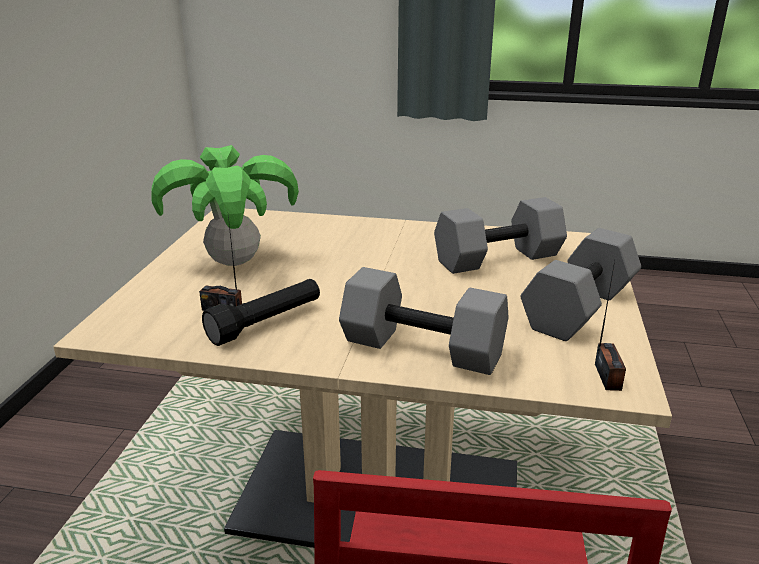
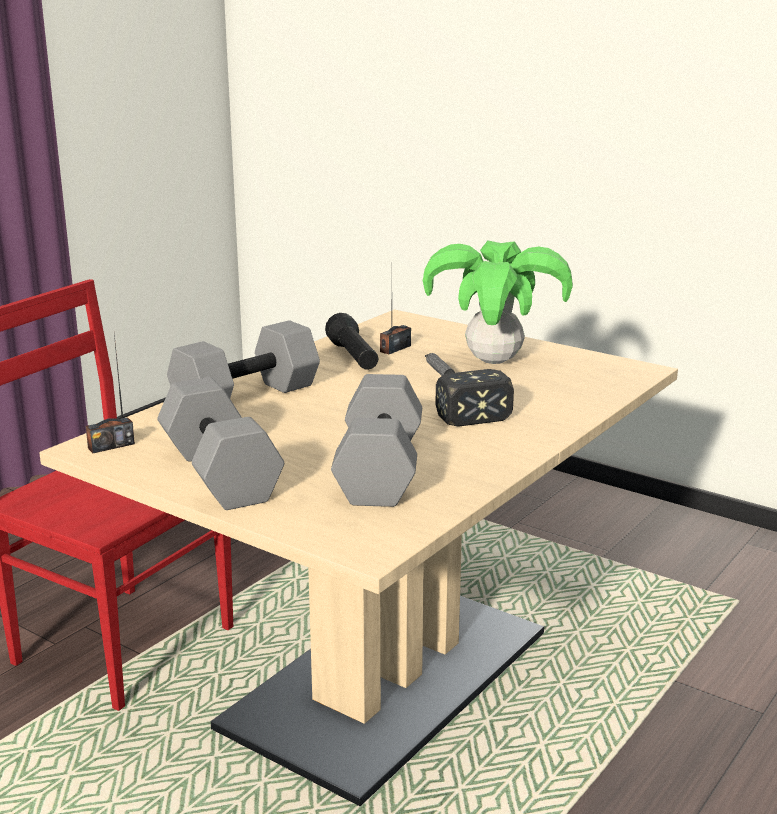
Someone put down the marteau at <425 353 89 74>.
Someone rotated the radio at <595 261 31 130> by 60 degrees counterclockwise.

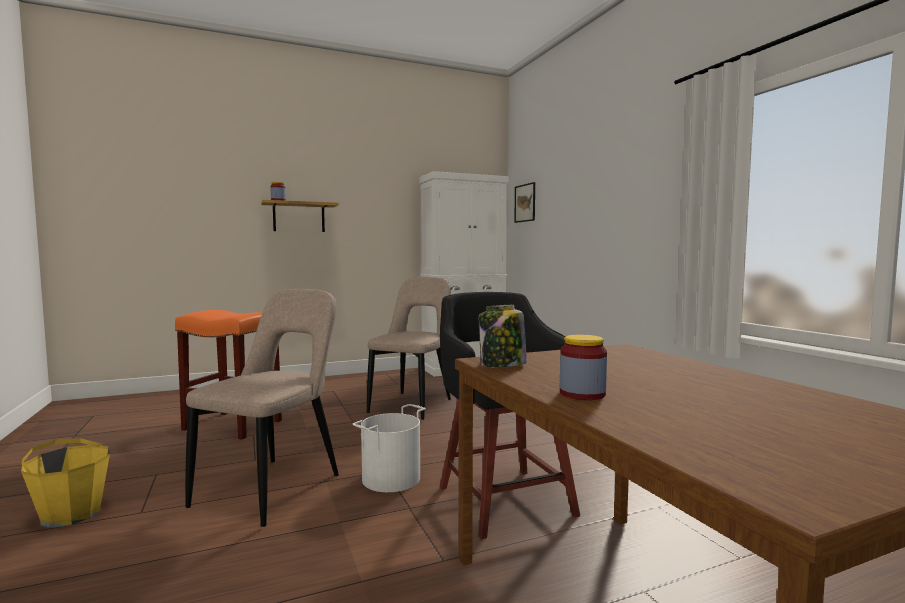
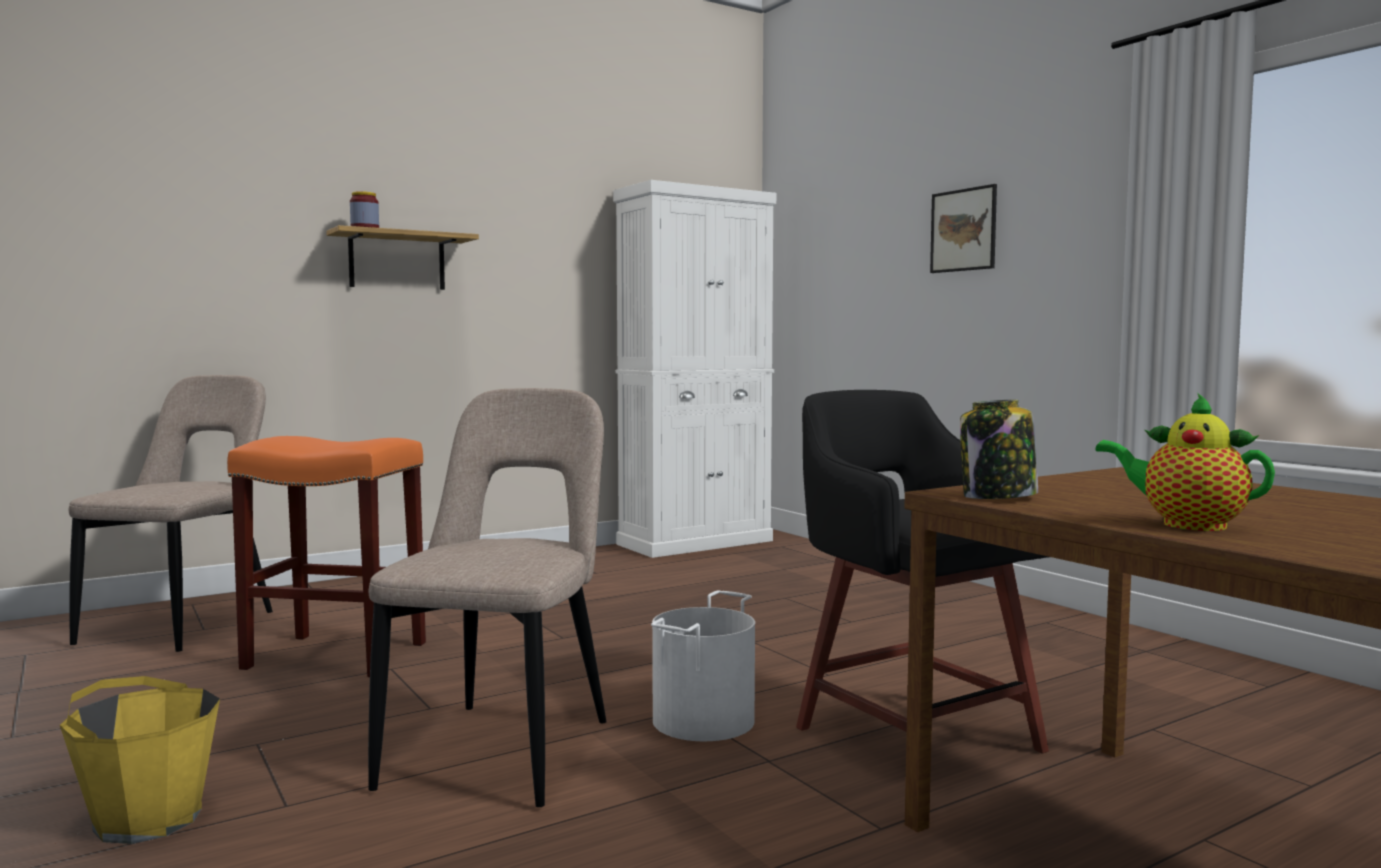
Someone carried the chaise [beige] from <367 277 84 143> to <69 375 204 277>.
Someone carried the tableau from <514 182 21 41> to <930 184 67 89>.
Someone swapped the bocal at <560 335 47 65> for the théière at <1095 394 180 137>.

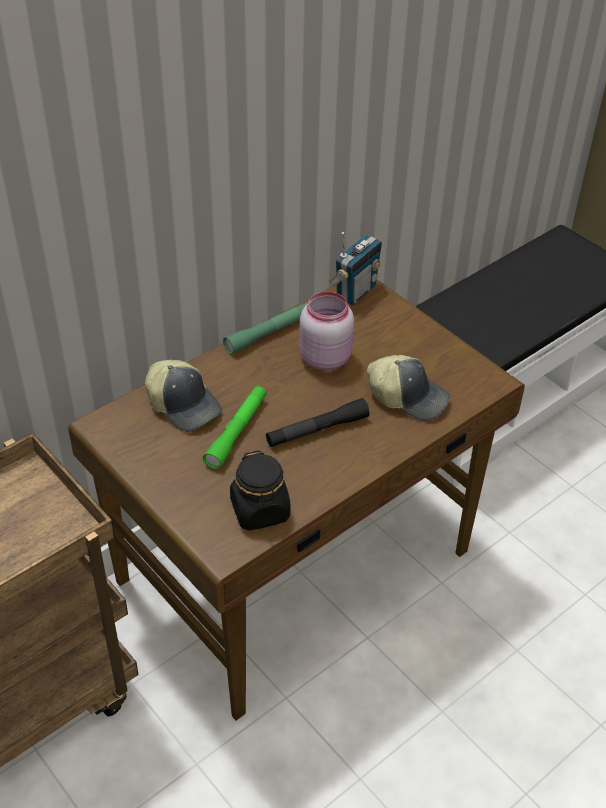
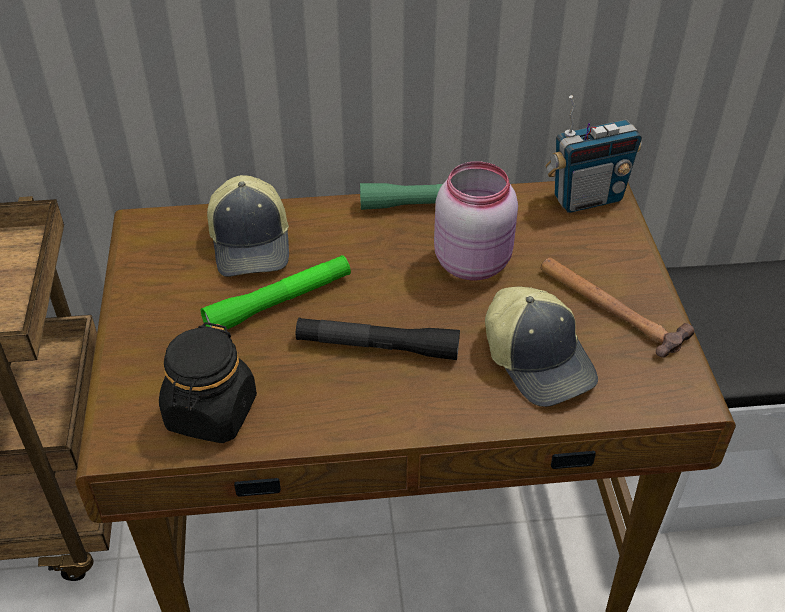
Someone put down the marteau at <541 258 153 99>.

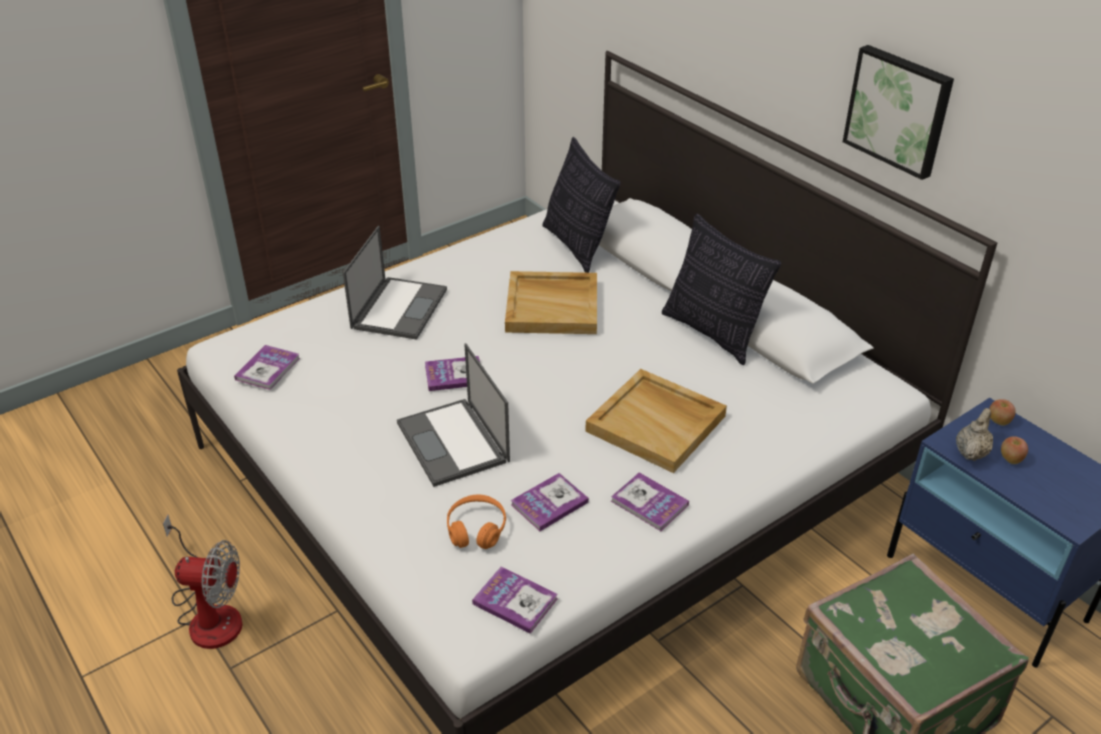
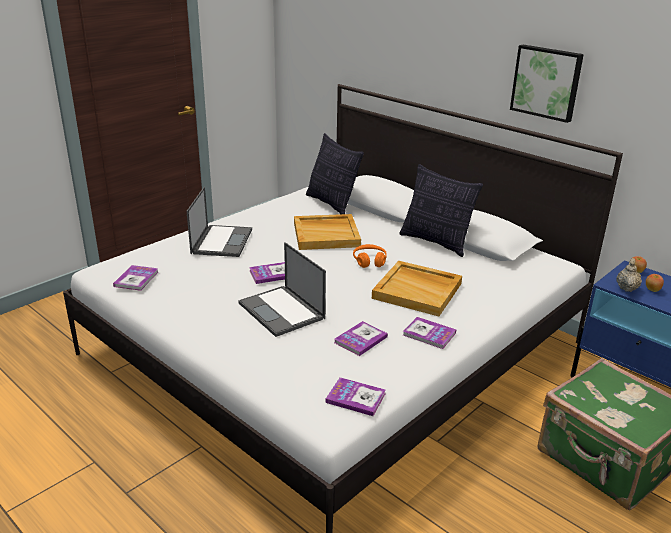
Someone took away the ventilateur at <163 514 79 135>.
Someone carried the casque audio [orange] from <447 494 59 55> to <353 244 34 24>.

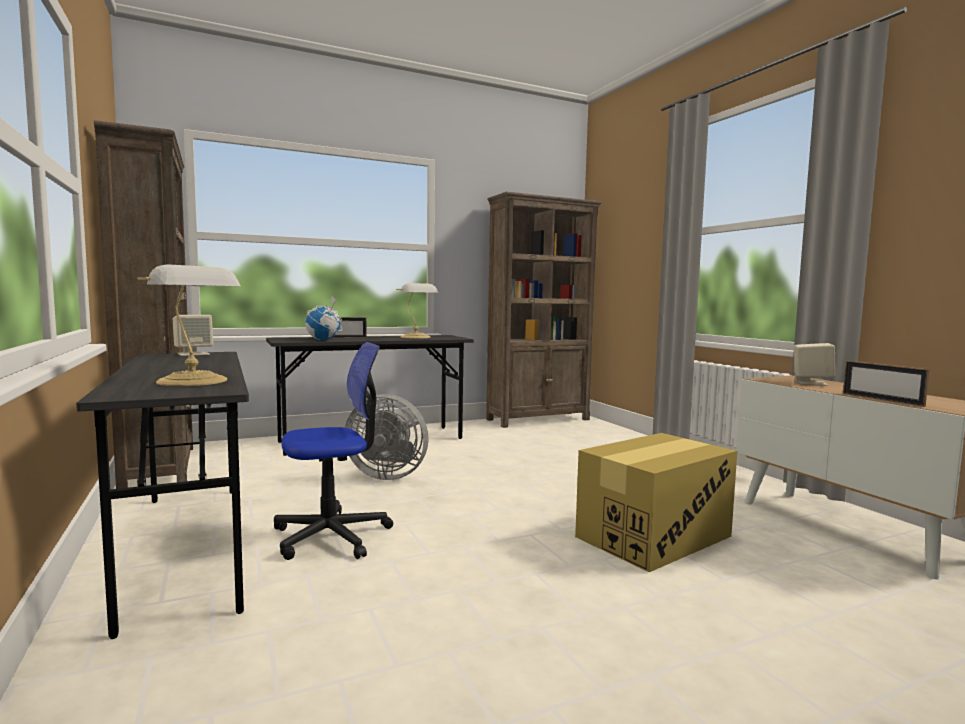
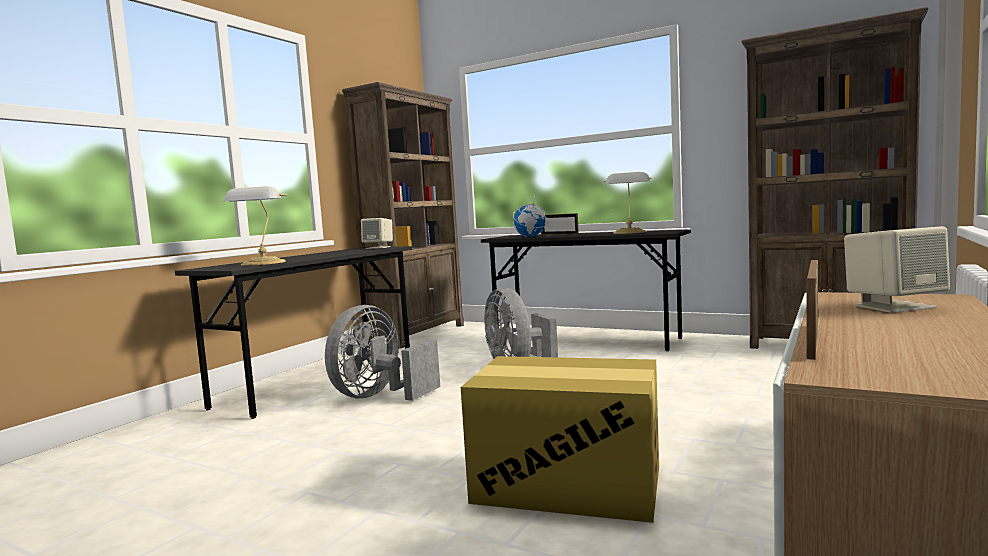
Someone swapped the chaise de bureau at <274 342 119 218> for the ventilateur [gris] at <325 305 115 96>.

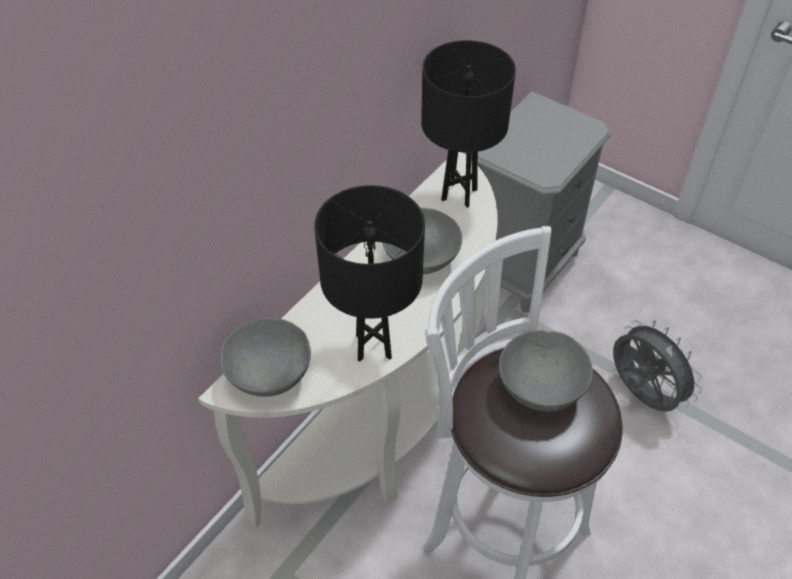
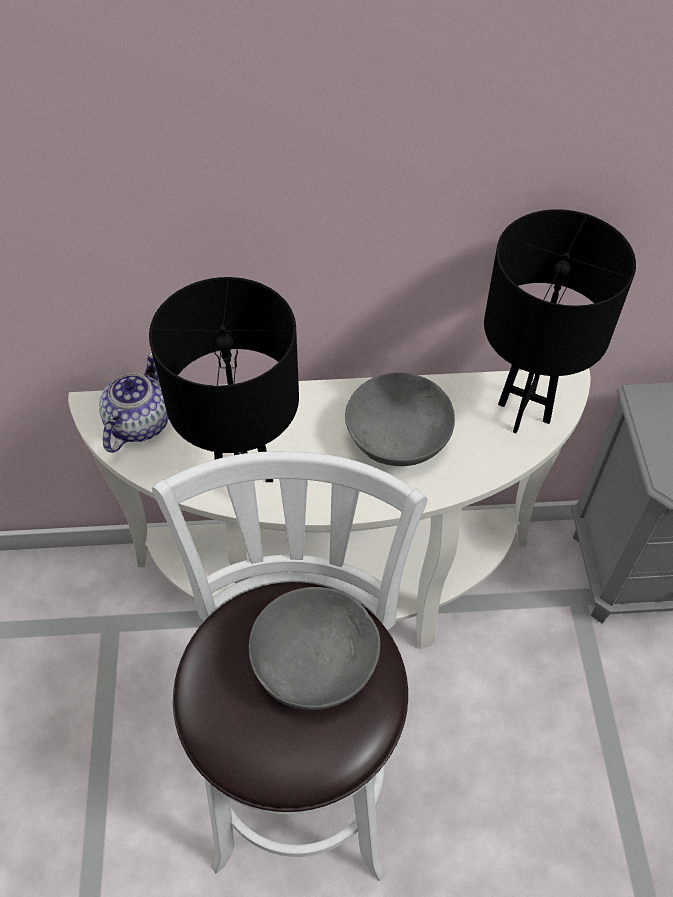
Someone took away the ventilateur [gris] at <613 320 89 92>.
Someone swapped the bol [gris] at <220 318 91 79> for the théière at <99 352 70 101>.

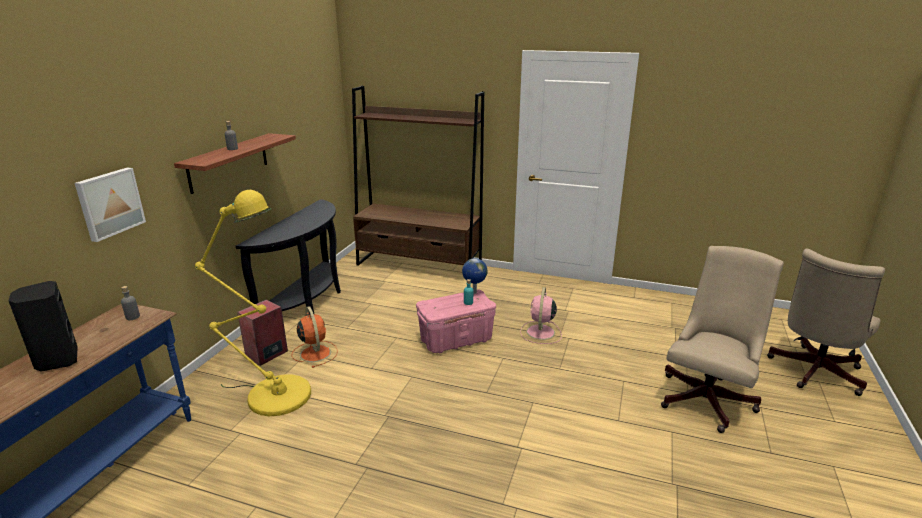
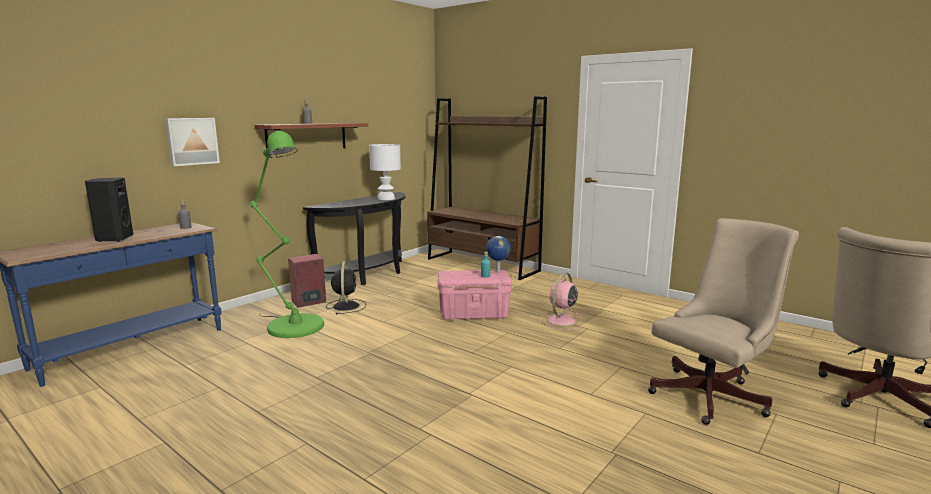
Someone put down the lampe de table [blanc] at <369 144 32 56>.
Someone repainted the lampadaire [jaune] at <195 190 116 226>, which became the lampadaire [vert] at <250 131 74 207>.
Someone repainted the ventilateur [orange] at <291 306 47 62>, which became the ventilateur [noir] at <326 261 40 54>.

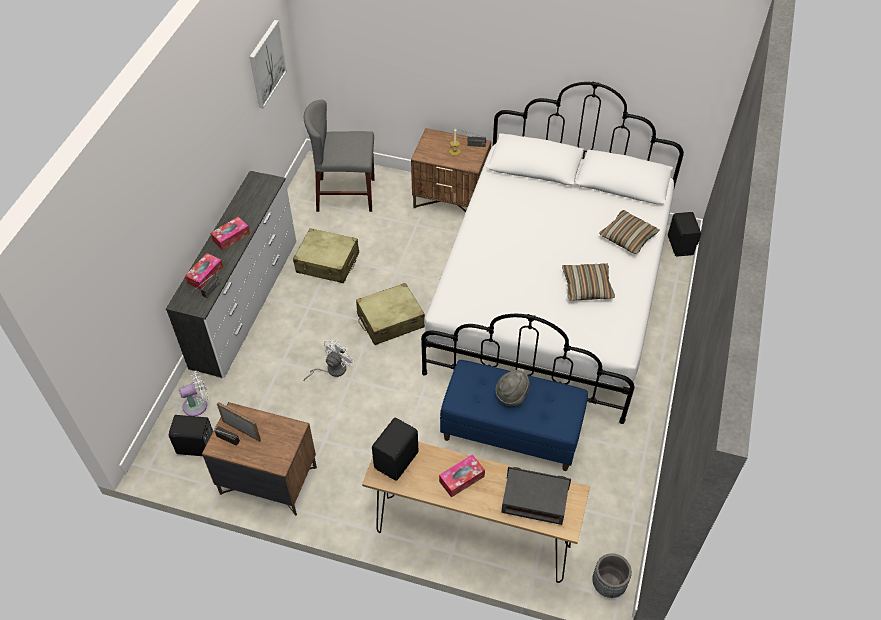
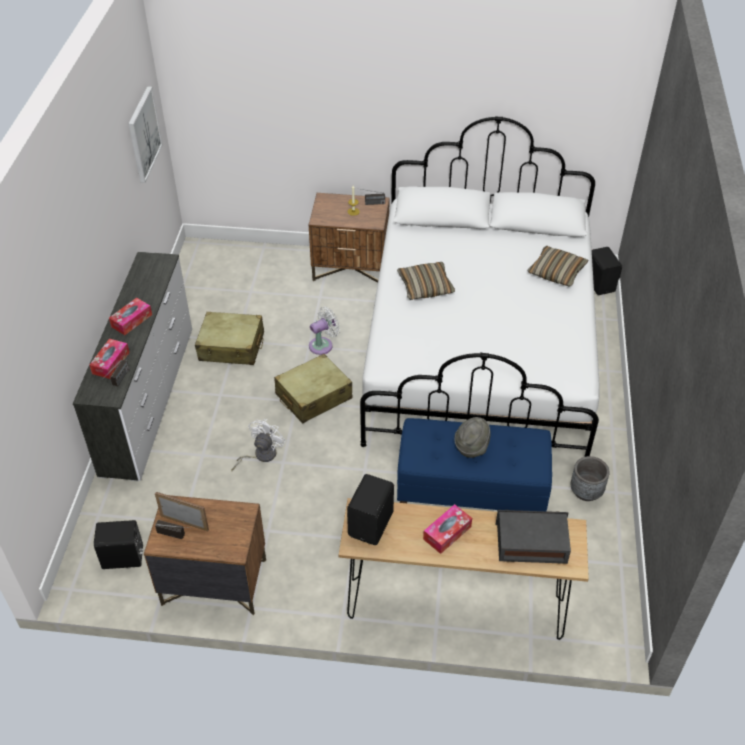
Someone took away the chaise [gris] at <304 100 71 112>.
Someone carried the ventilateur [blanc] from <179 371 30 45> to <309 307 31 48>.
Someone carried the coussin from <562 263 53 38> to <397 262 58 38>.
Someone carried the cache-pot [gris] from <592 553 40 45> to <571 456 39 45>.

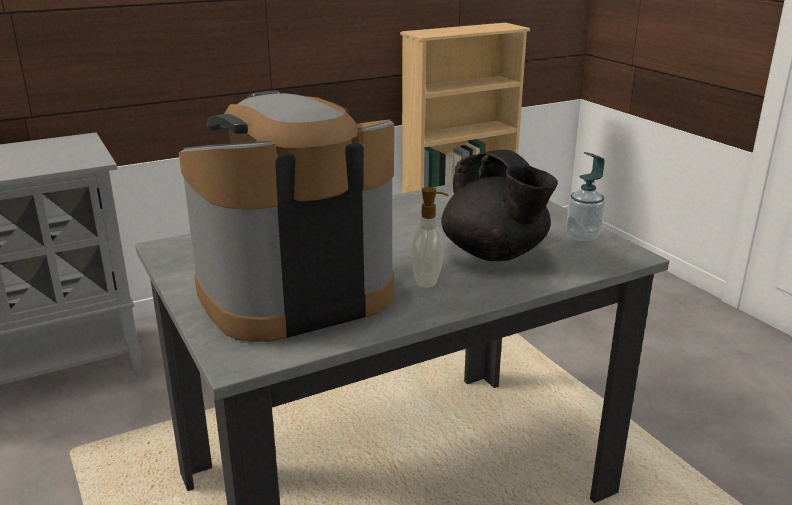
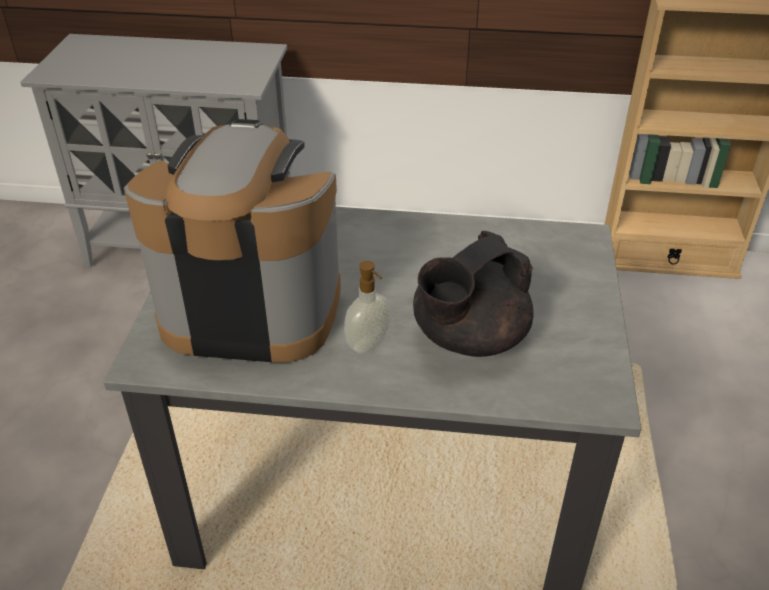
Someone took away the distributeur de savon at <566 152 39 89>.
Someone rotated the théière [noir] at <441 150 117 111> by 45 degrees clockwise.

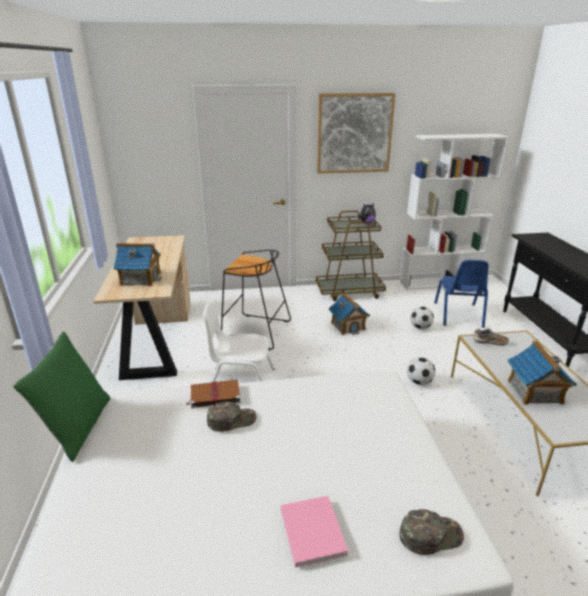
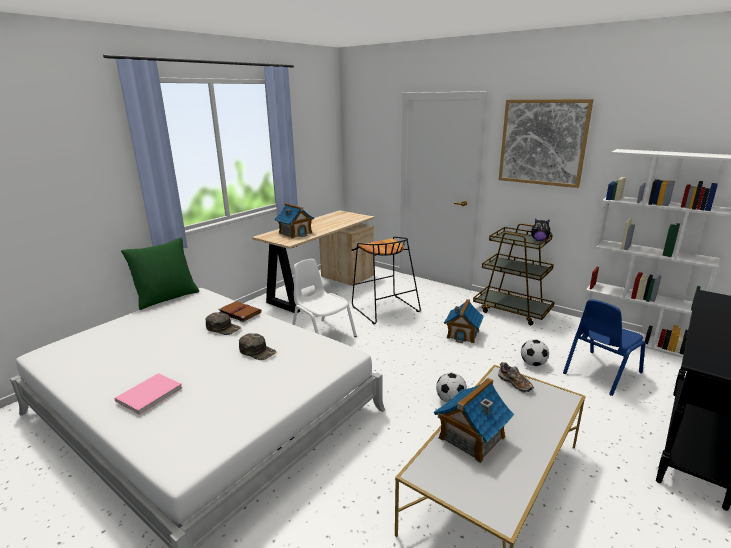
Someone carried the casquette [vert] from <400 509 64 46> to <239 333 37 27>.

